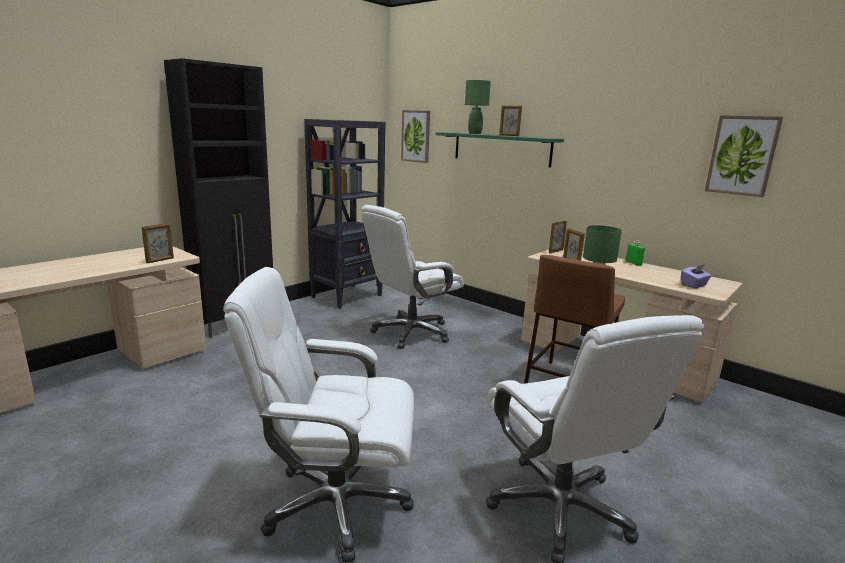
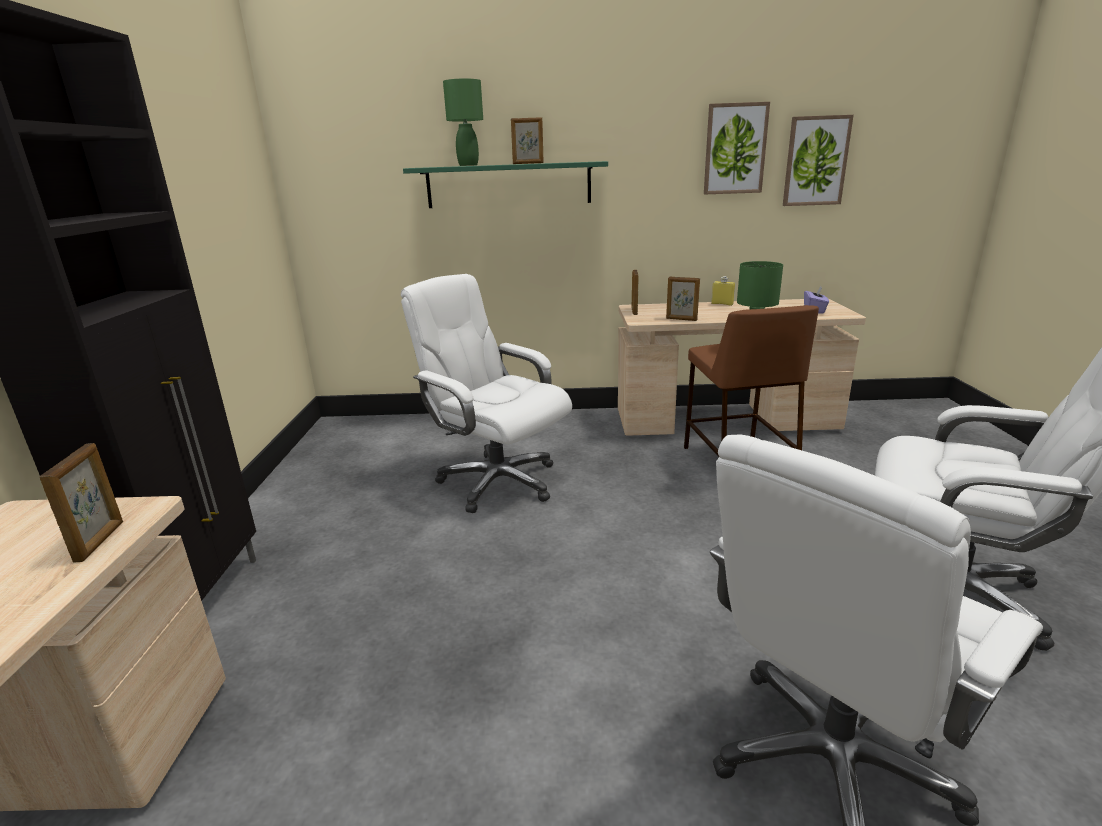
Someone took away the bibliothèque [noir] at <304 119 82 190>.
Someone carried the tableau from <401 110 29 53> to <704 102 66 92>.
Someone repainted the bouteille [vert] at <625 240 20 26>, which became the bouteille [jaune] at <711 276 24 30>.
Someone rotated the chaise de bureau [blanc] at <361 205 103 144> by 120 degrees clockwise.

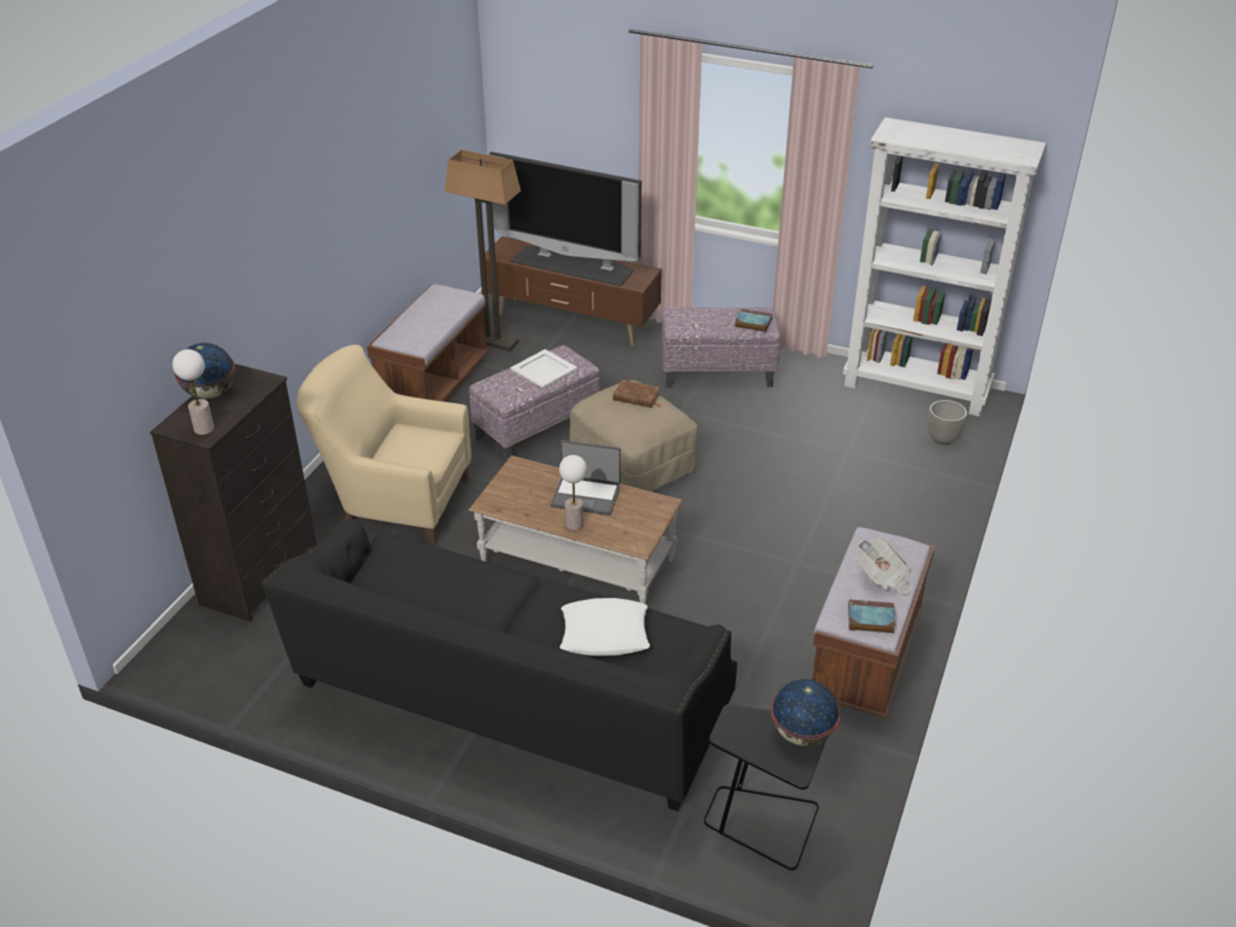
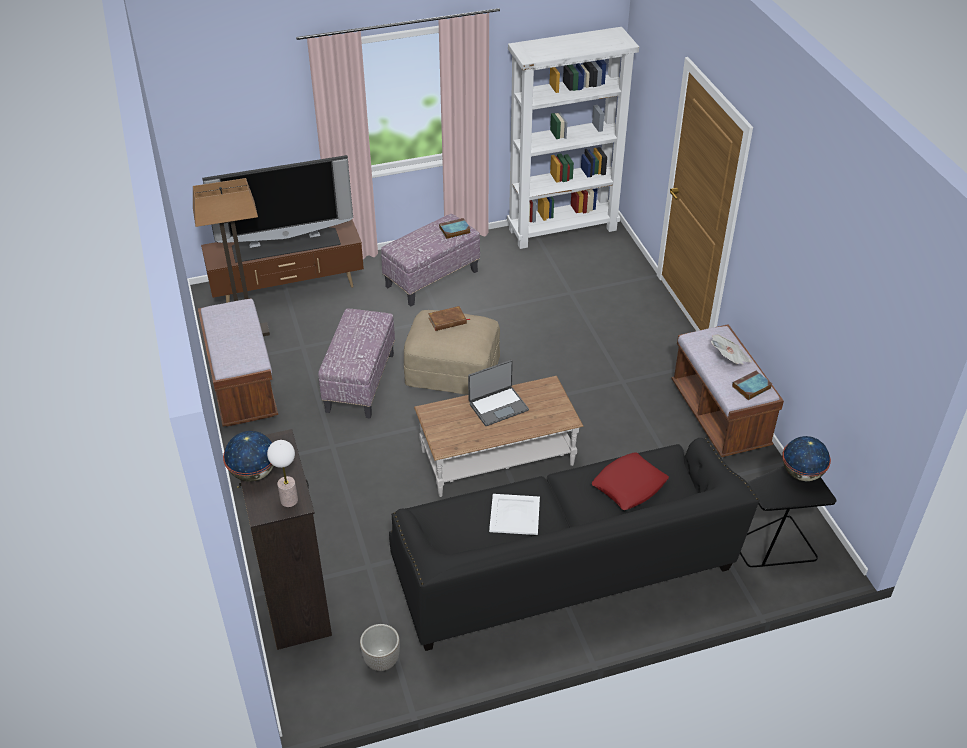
Someone took away the fauteuil [beige] at <297 345 175 199>.
Someone took away the lampe de table at <559 455 28 75>.
Someone carried the plateau [blanc] from <510 349 67 39> to <489 494 51 41>.
Someone carried the cache-pot from <928 400 39 45> to <360 624 40 47>.
Someone repainted the coussin [blanc] at <560 598 90 58>, which became the coussin [rouge] at <592 452 77 58>.

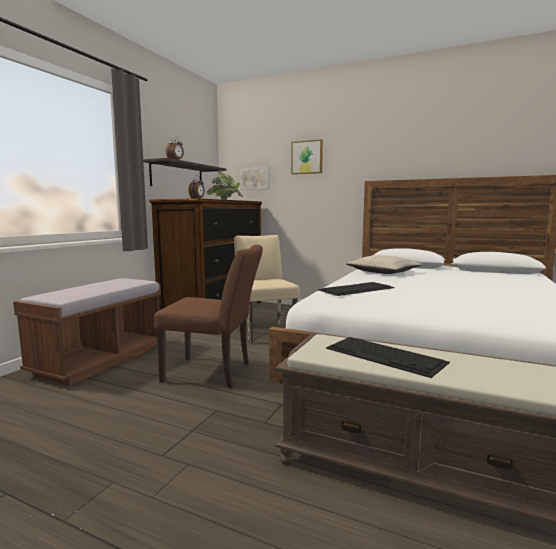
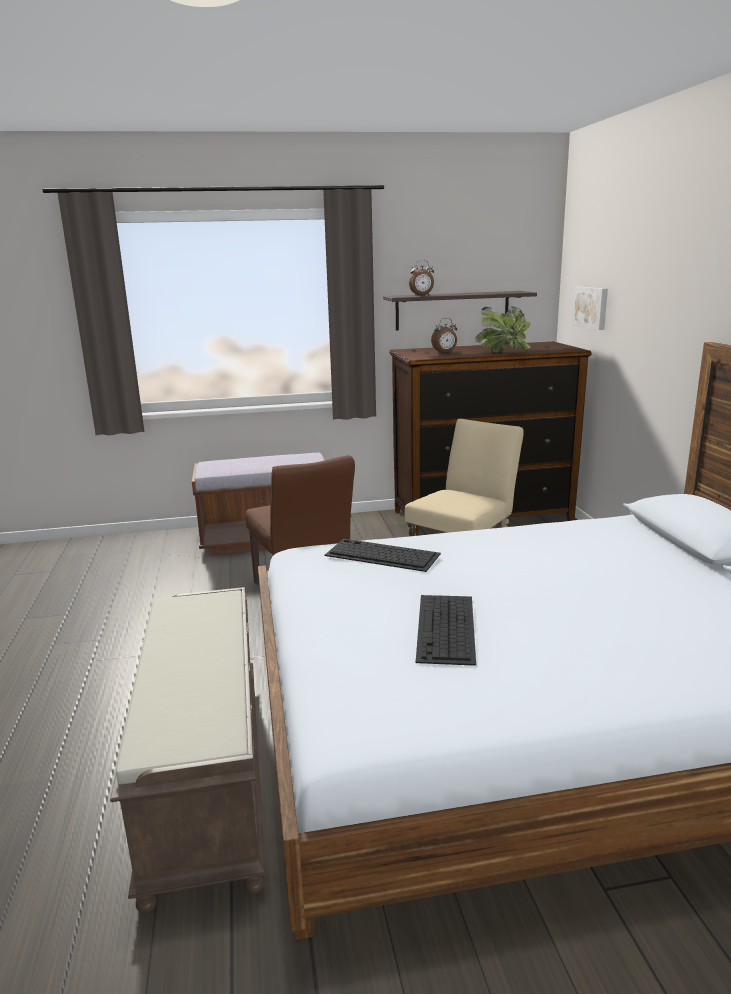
Someone took away the tableau at <291 139 32 35>.
Someone took away the coussin [beige] at <346 255 76 19>.
Someone carried the clavier from <326 337 124 41> to <416 595 60 71>.

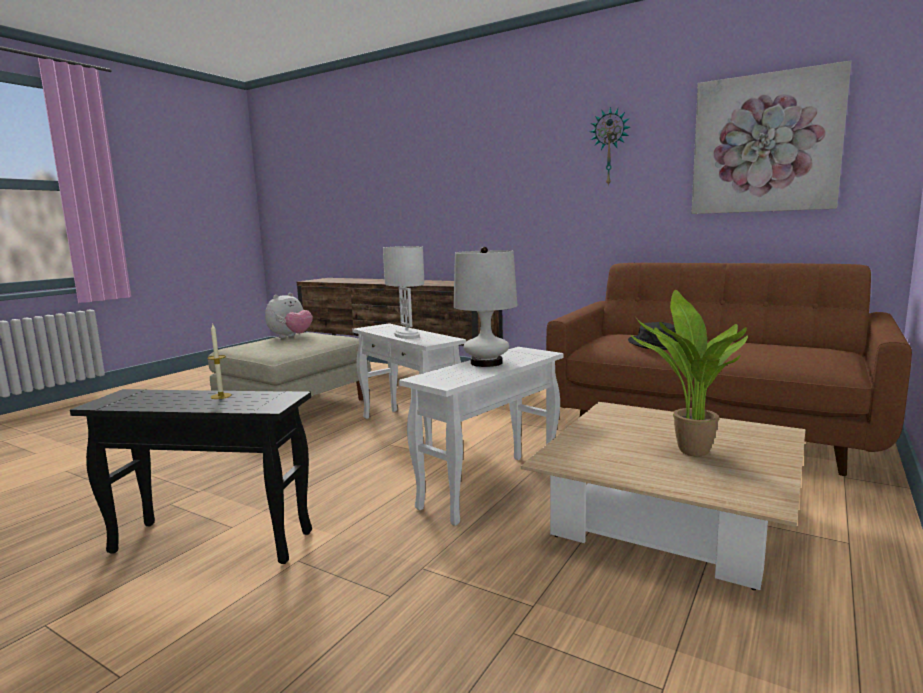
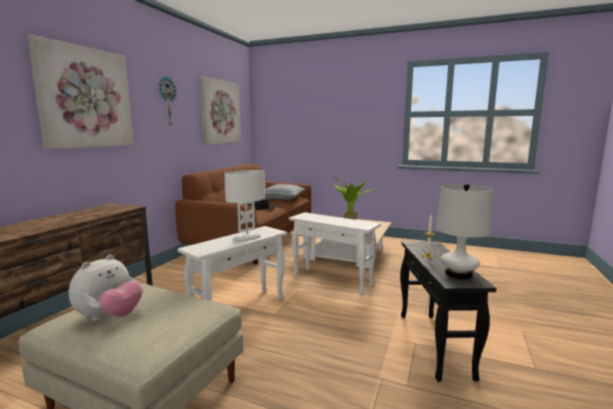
Someone put up the tableau at <27 34 107 115>.
Someone put down the coussin at <265 184 40 16>.
Someone carried the lampe de table [blanc] from <453 247 65 120> to <436 184 57 95>.
Someone rotated the peluche at <265 293 48 45> by 90 degrees clockwise.

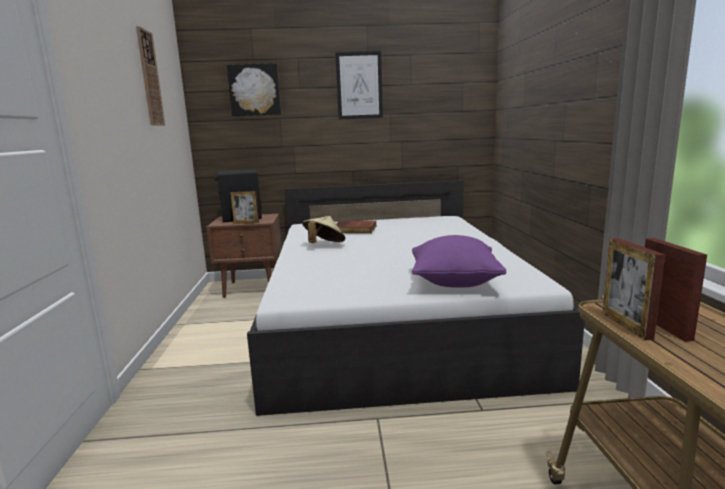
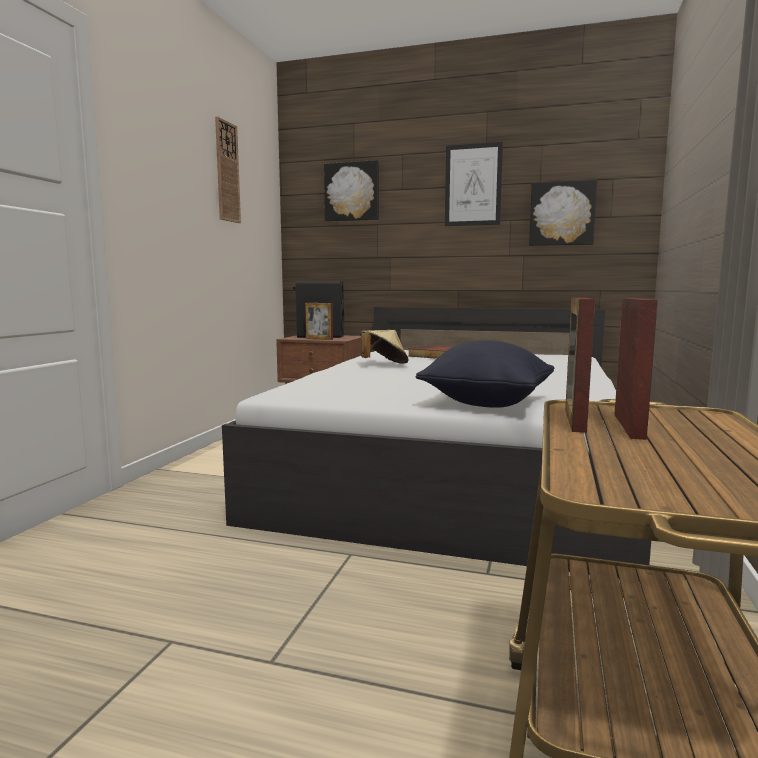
Someone put up the tableau at <529 179 68 67>.
Someone repainted the coussin [violet] at <412 235 95 53>, which became the coussin [noir] at <416 340 138 68>.

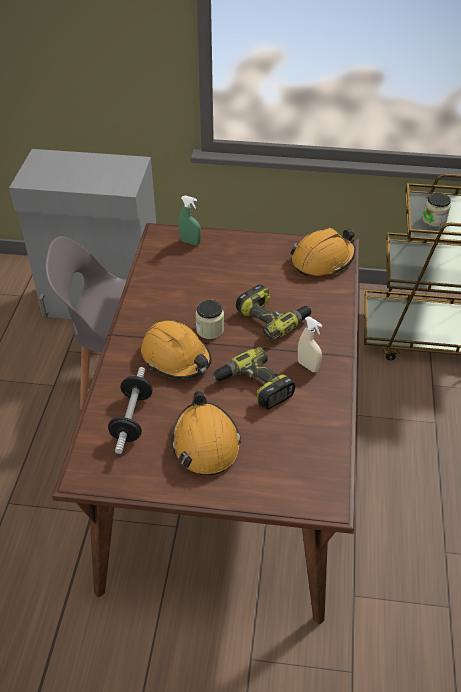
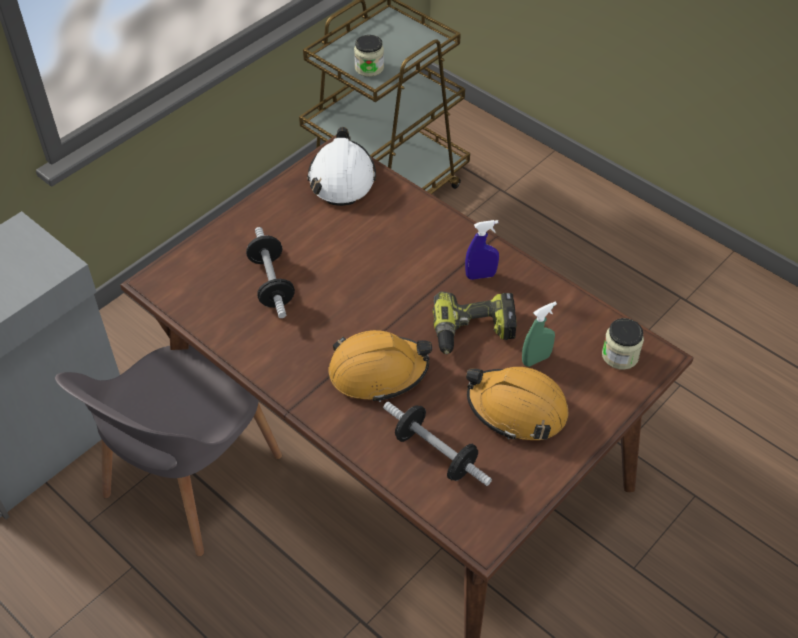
Someone took away the perceuse at <236 284 75 57>.
Someone put down the haltère at <246 227 49 91>.
Someone carried the vaporisateur [vert] from <179 196 22 49> to <522 301 35 66>.
Someone carried the bocal from <195 300 29 39> to <602 318 42 52>.
Someone repainted the casque de chantier [orange] at <290 228 66 48>, which became the casque de chantier [blanc] at <307 127 70 79>.
Someone repainted the vaporisateur [beige] at <298 317 24 55>, which became the vaporisateur [bleu] at <465 220 34 60>.

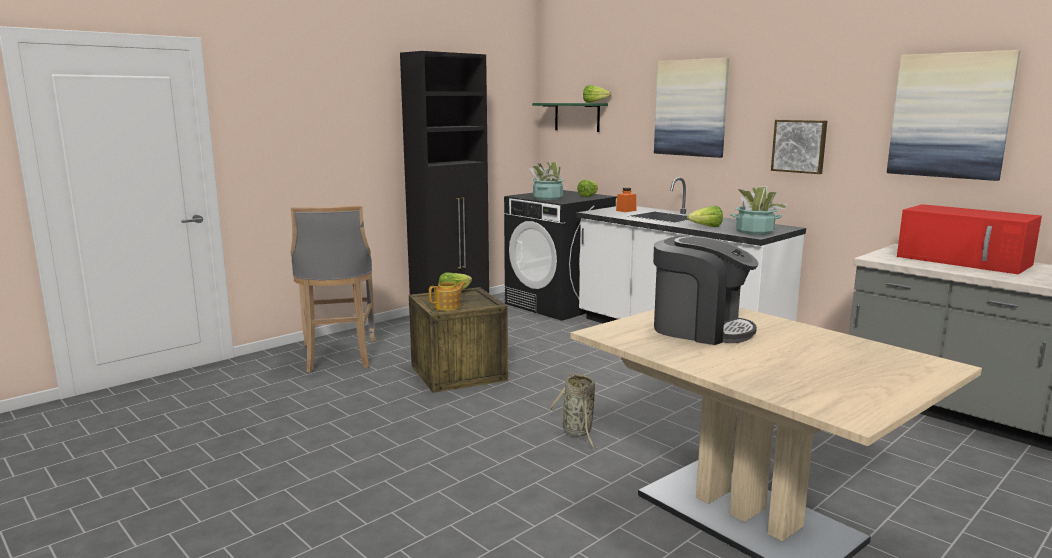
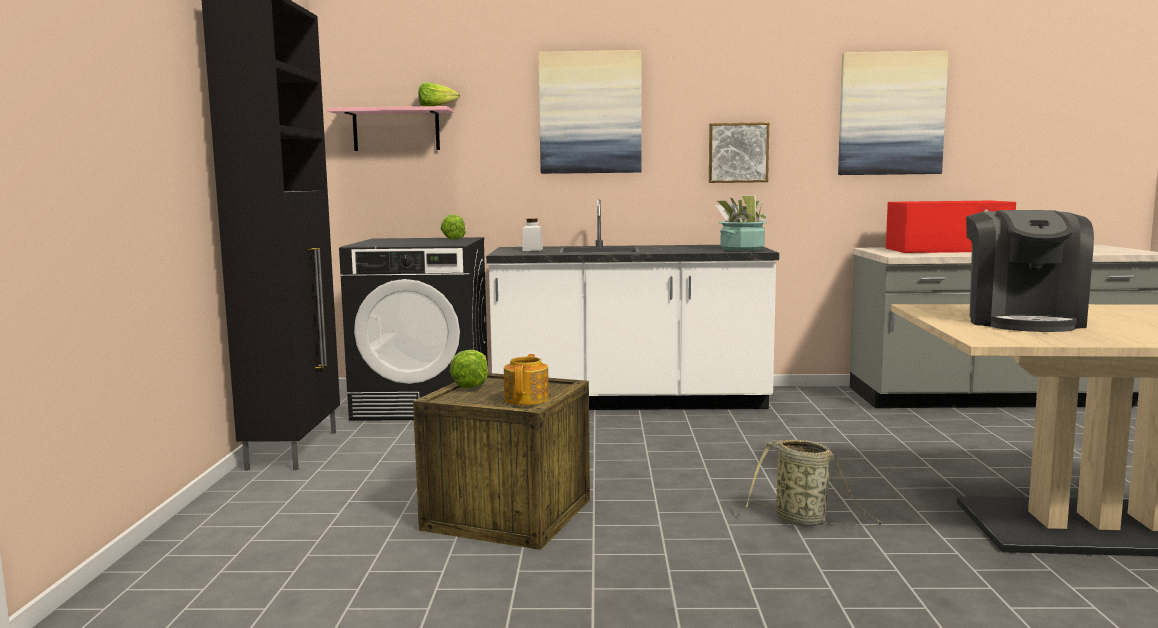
Someone took away the tabouret [gris] at <291 205 85 167>.
Someone took away the plante en pot at <529 161 36 39>.
Someone took away the laitue at <687 206 36 21>.
Someone repainted the étagère [vert] at <532 103 76 29>, which became the étagère [rose] at <327 106 126 45>.
Someone repainted the bocal [orange] at <616 188 20 24>, which became the bocal [blanc] at <522 218 21 33>.
Someone rotated the machine à café at <653 236 106 109> by 120 degrees clockwise.

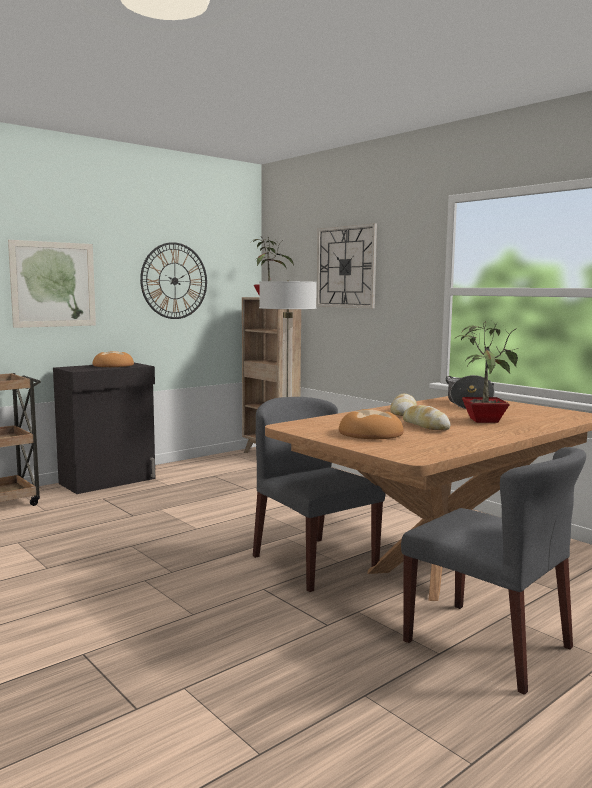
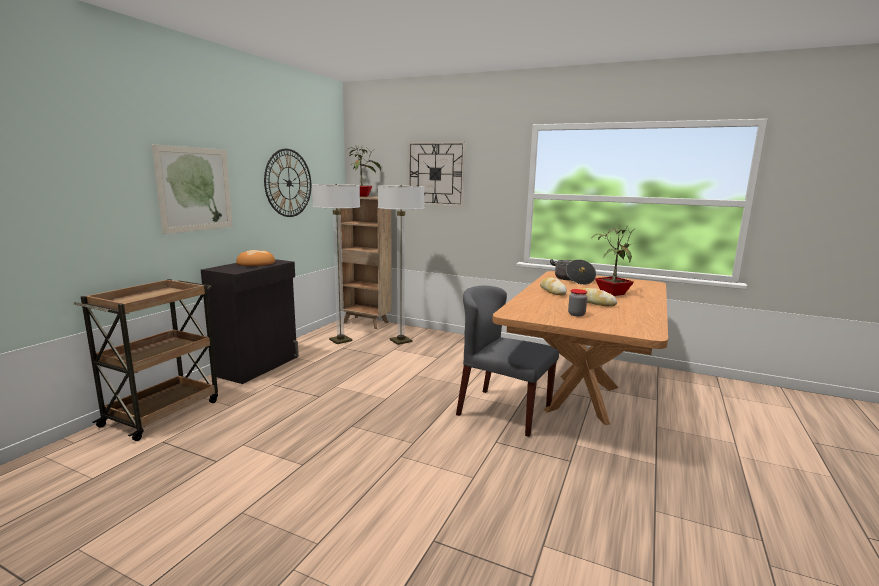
Someone took away the chaise [gris] at <401 447 185 248>.
Someone put down the lampadaire at <312 184 48 160>.
Someone swapped the pain at <339 409 65 30> for the bocal at <568 289 19 28>.

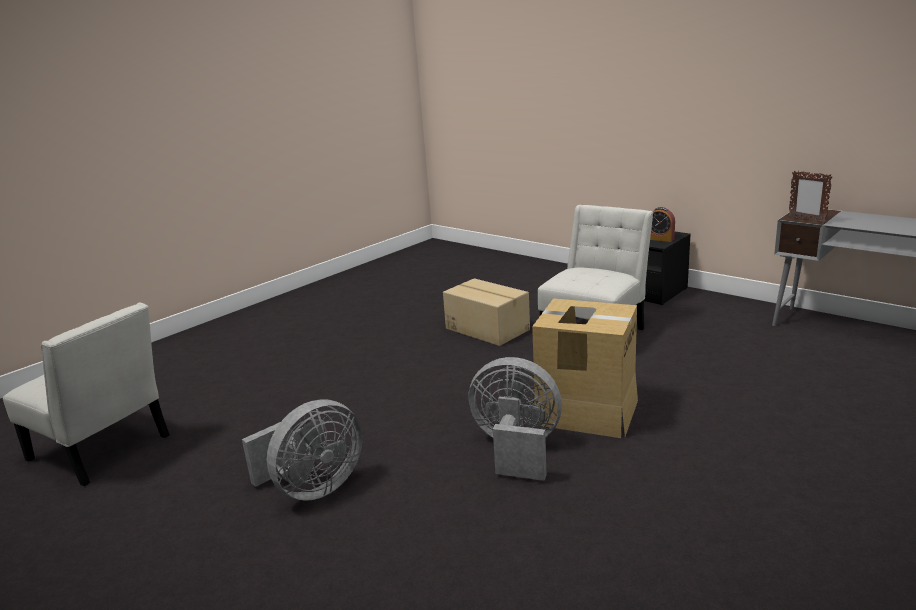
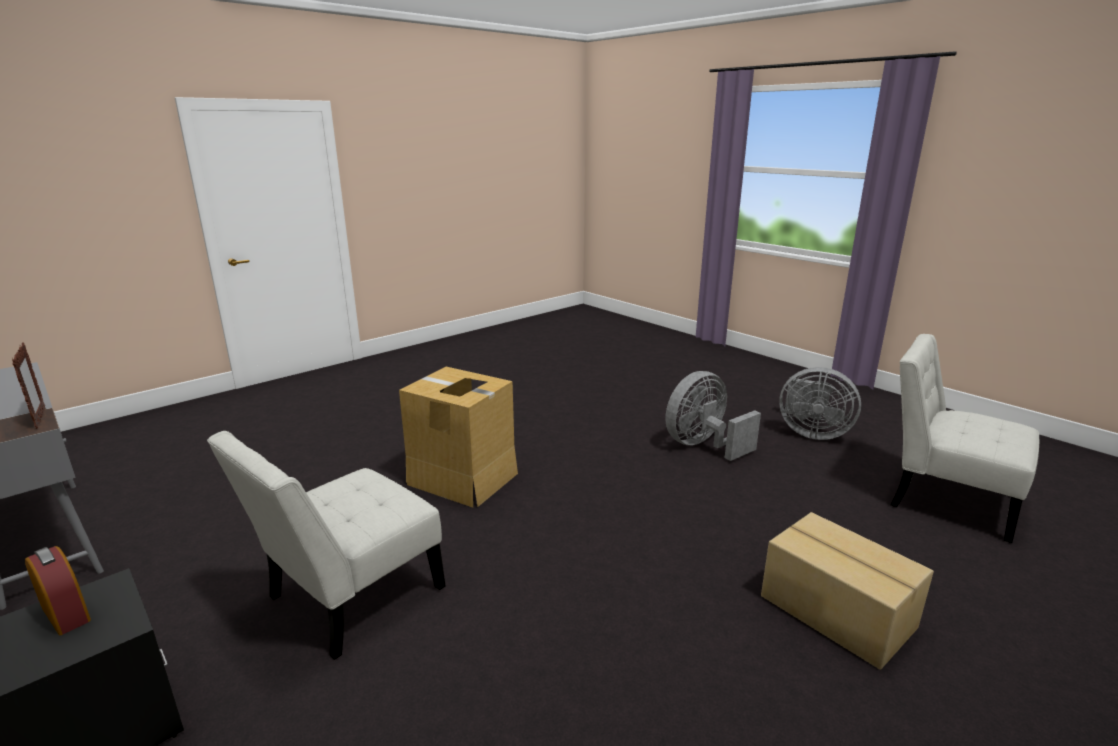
Someone carried the carton from <443 278 87 68> to <761 512 173 158>.
Someone carried the ventilateur [gris] from <468 357 94 124> to <779 367 82 73>.

